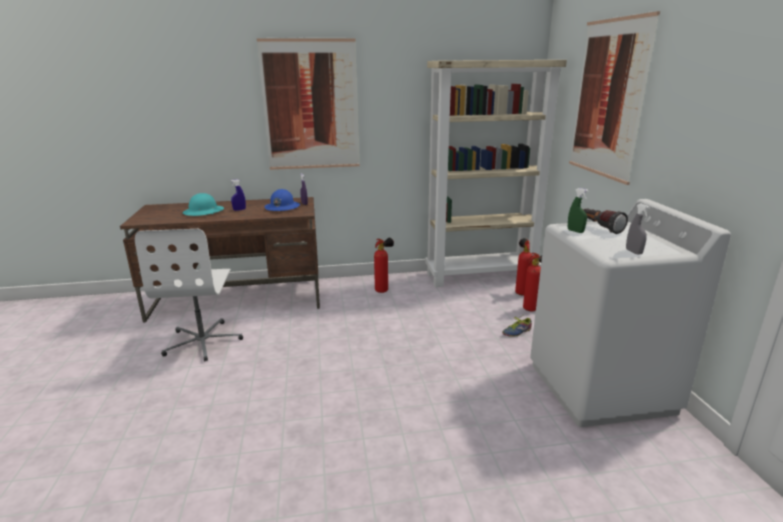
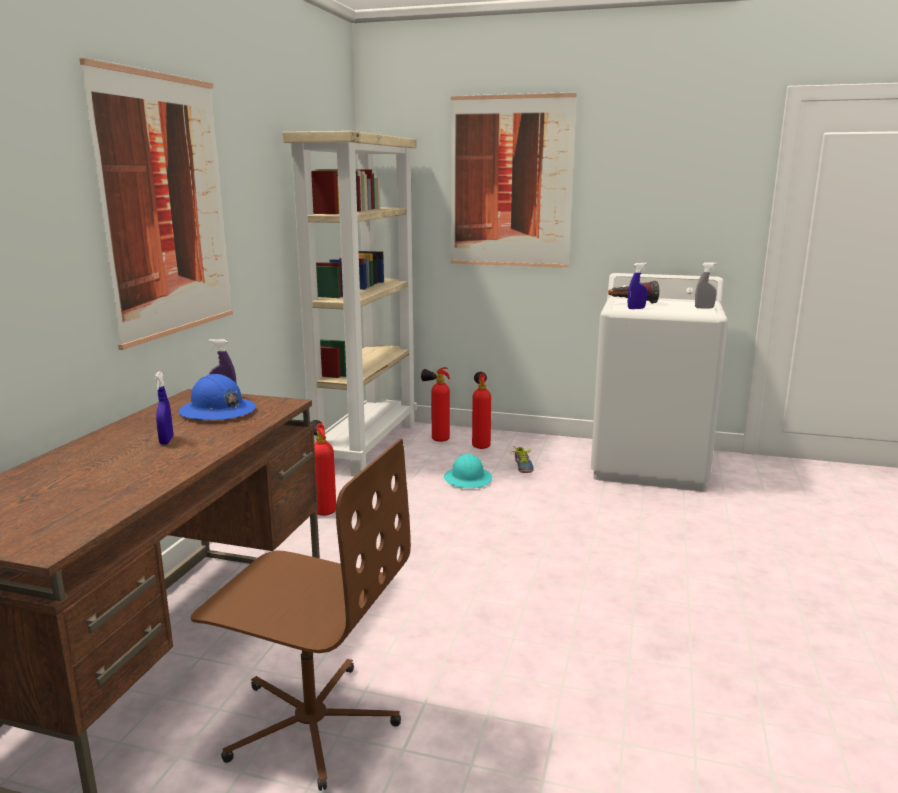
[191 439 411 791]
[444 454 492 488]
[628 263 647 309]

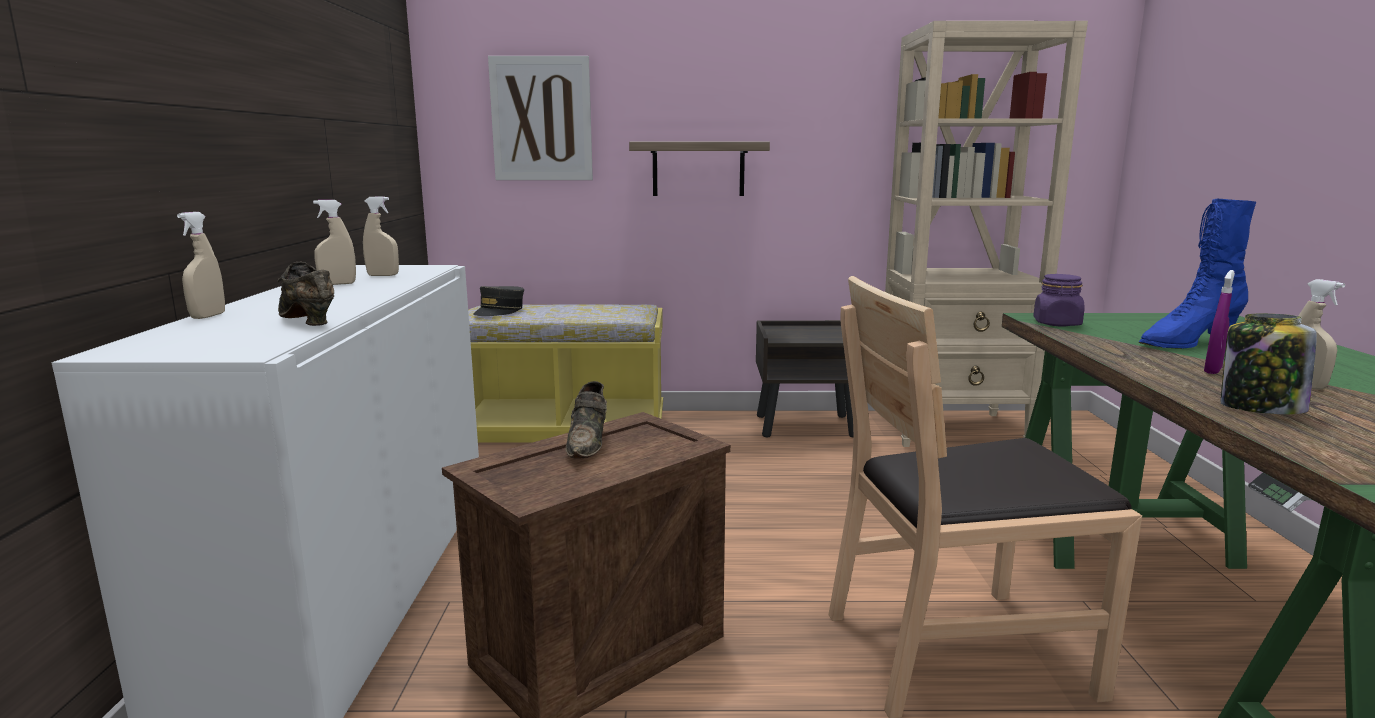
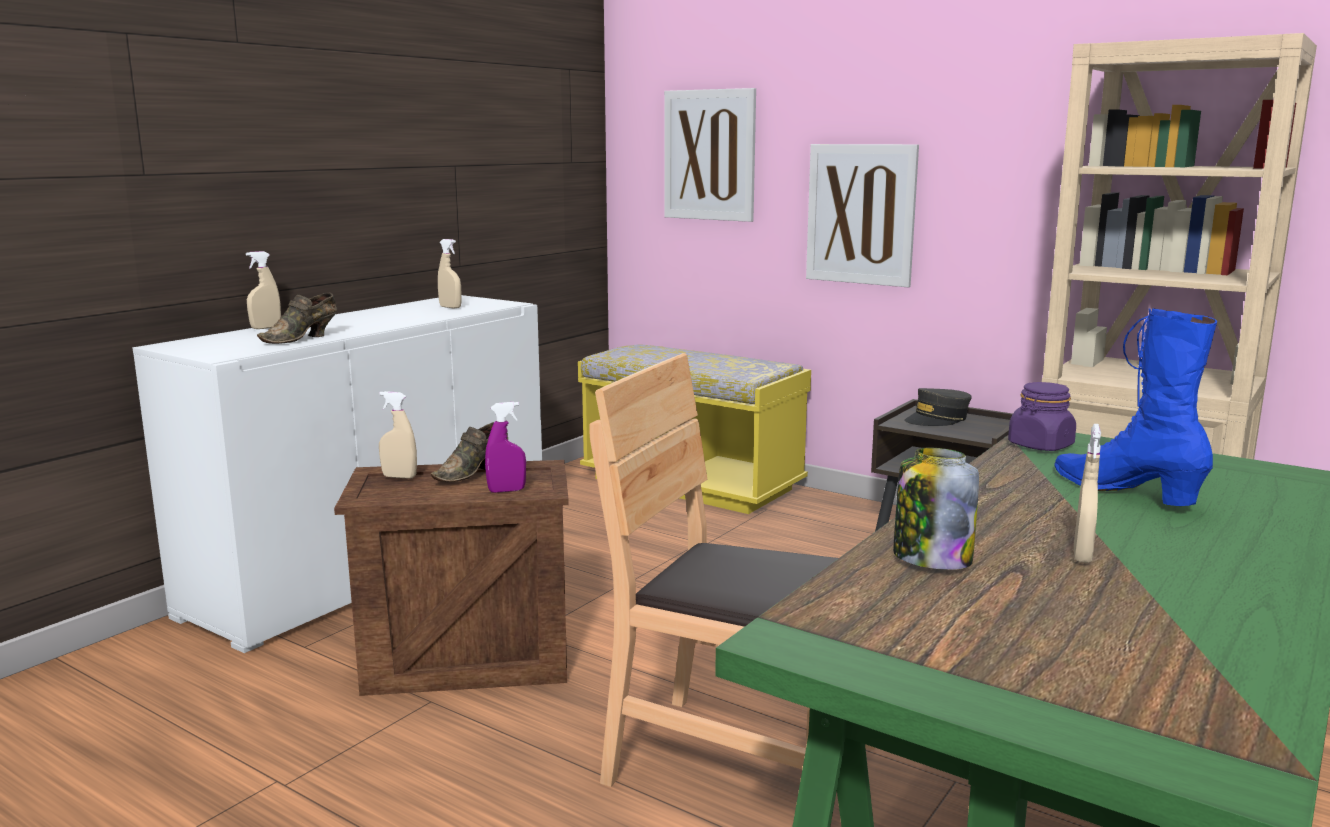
[257 292 337 344]
[379 391 417 479]
[904 388 972 426]
[806 144 919 287]
[1054 308 1217 506]
[485 402 526 493]

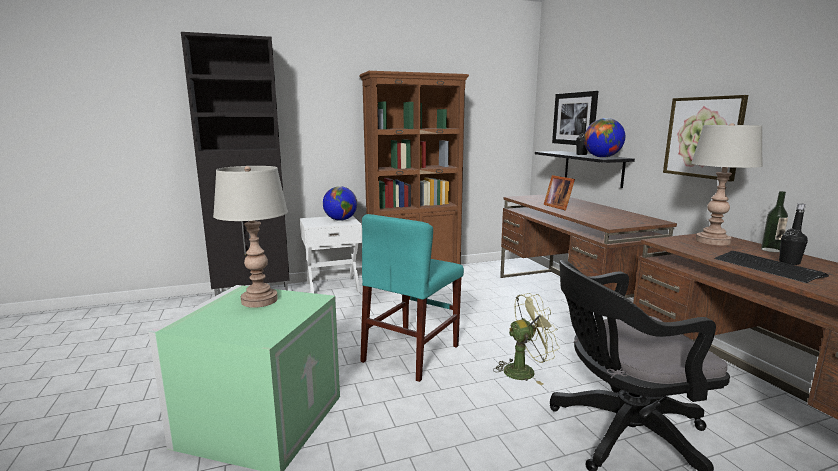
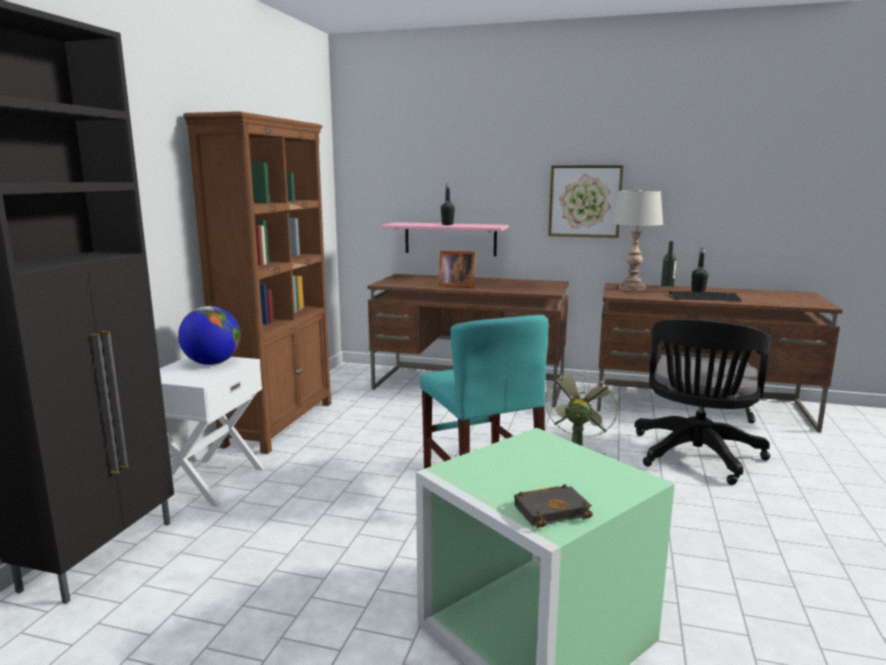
[213 166 288 308] (first image)
[382 222 509 256]
[552 91 598 145] (first image)
[584 118 625 158] (first image)
[514 484 593 528]

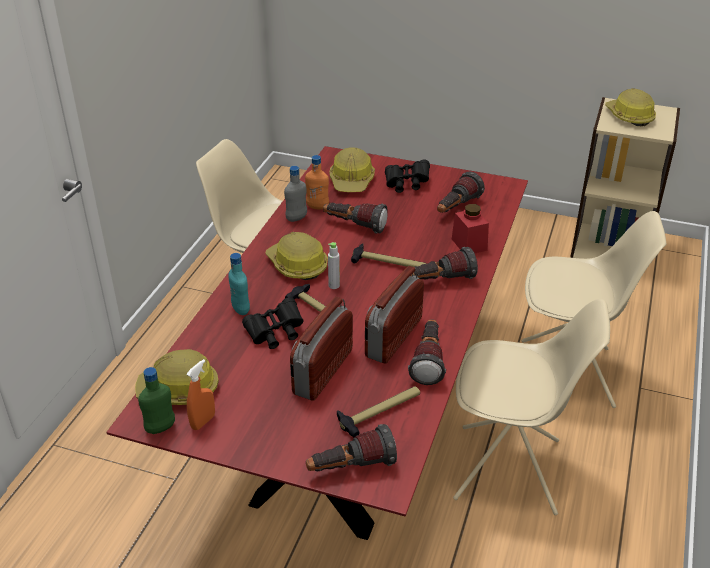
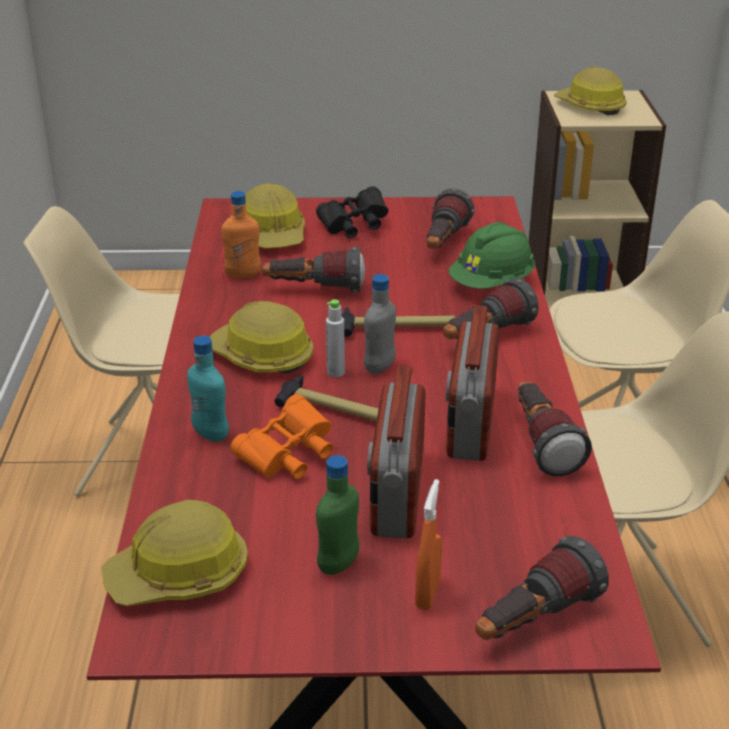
[316 455 359 575]
[415 479 442 610]
[230 394 333 479]
[364 274 396 374]
[337 386 420 438] (first image)
[449 222 535 289]

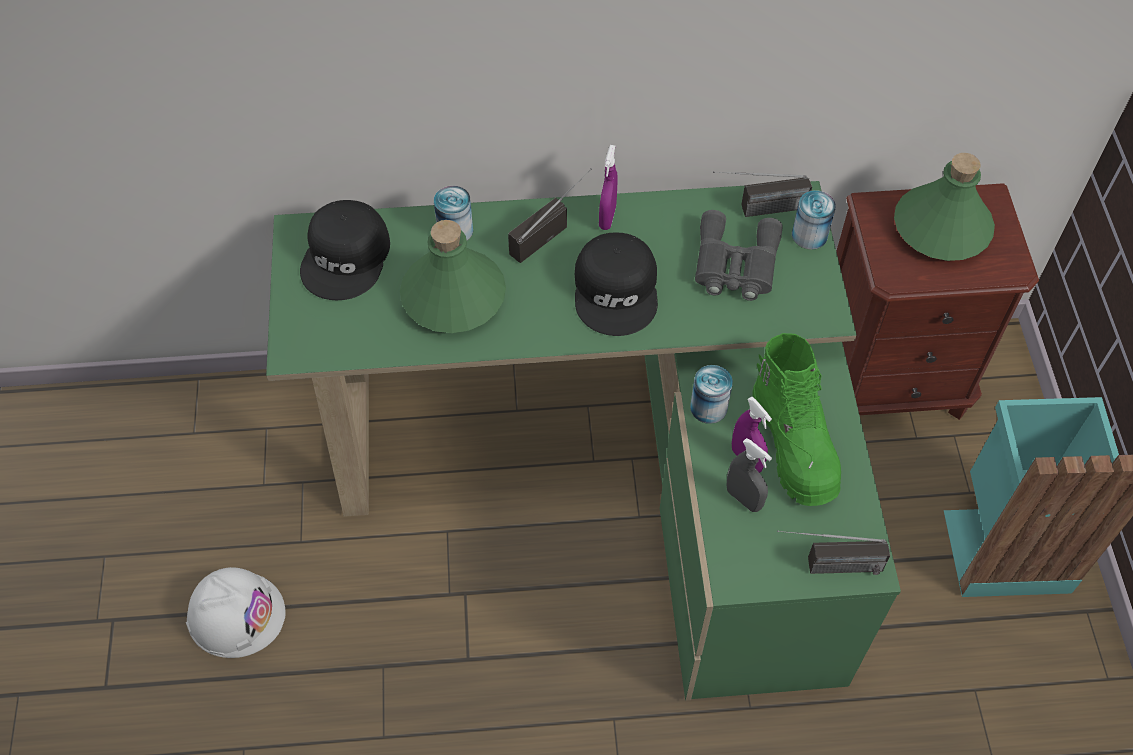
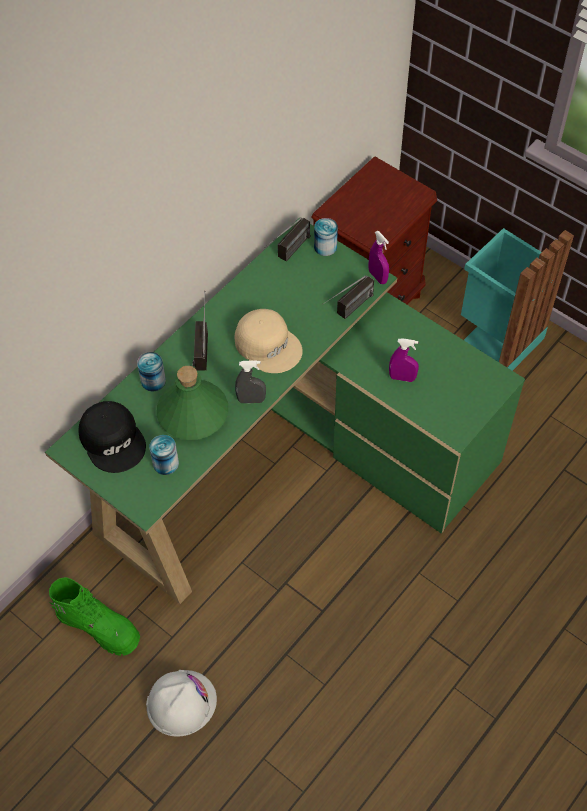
[235 309 303 373]
[369 231 389 284]
[149 435 179 475]
[695 210 783 301] (first image)
[235 360 266 403]
[49 577 140 656]
[323 275 374 319]
[894 153 995 261] (first image)

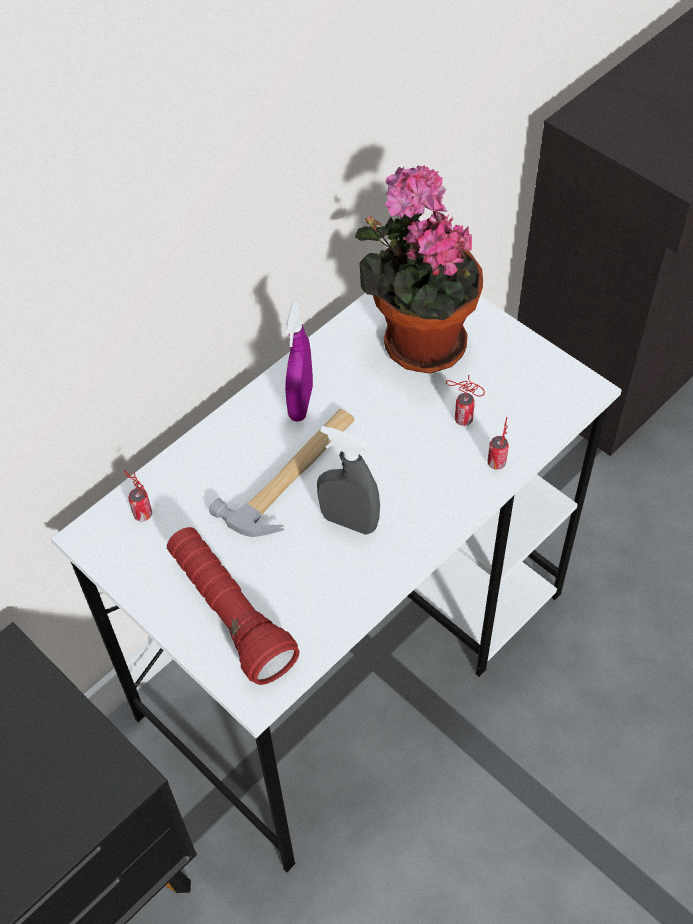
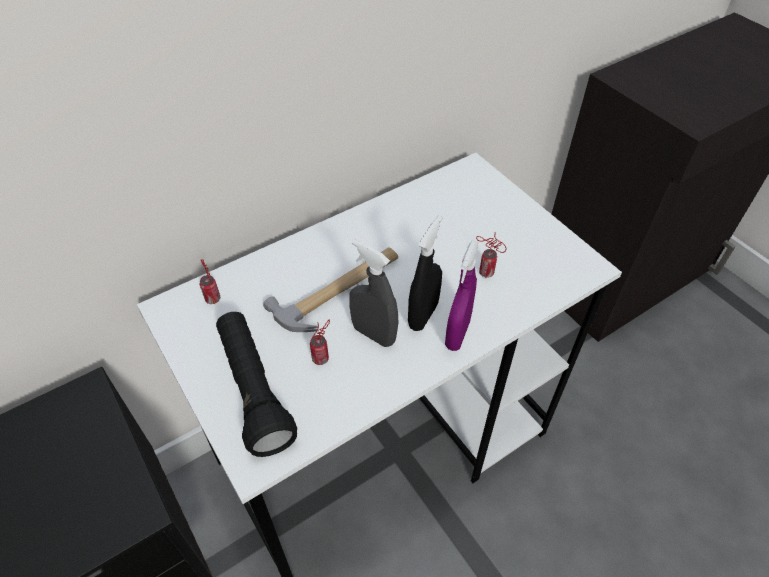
[216 312 297 457]
[445 240 479 351]
[355 165 483 374] (first image)
[310 319 330 365]
[408 216 442 331]

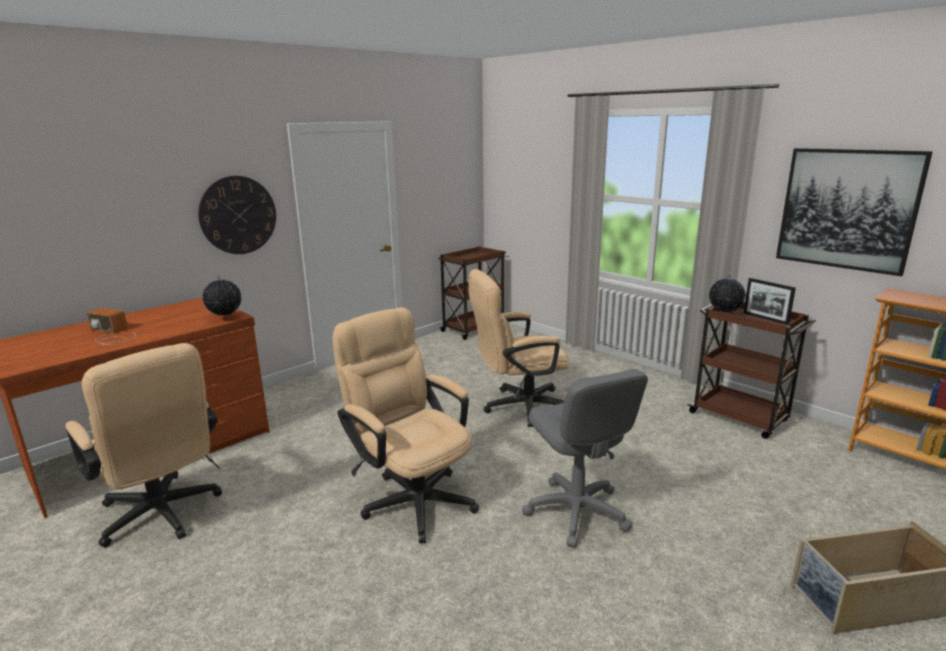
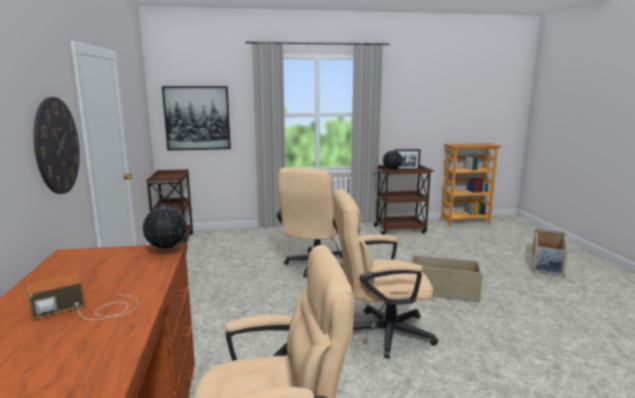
[411 253 483 302]
[162 86 231 150]

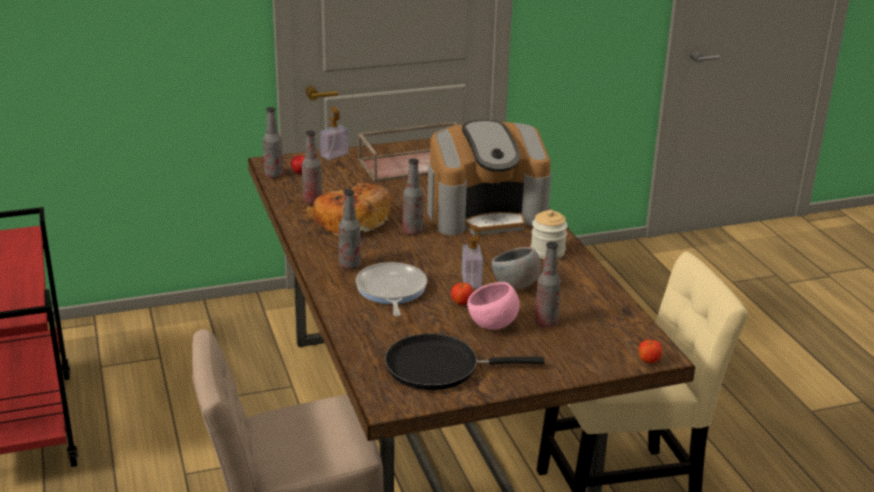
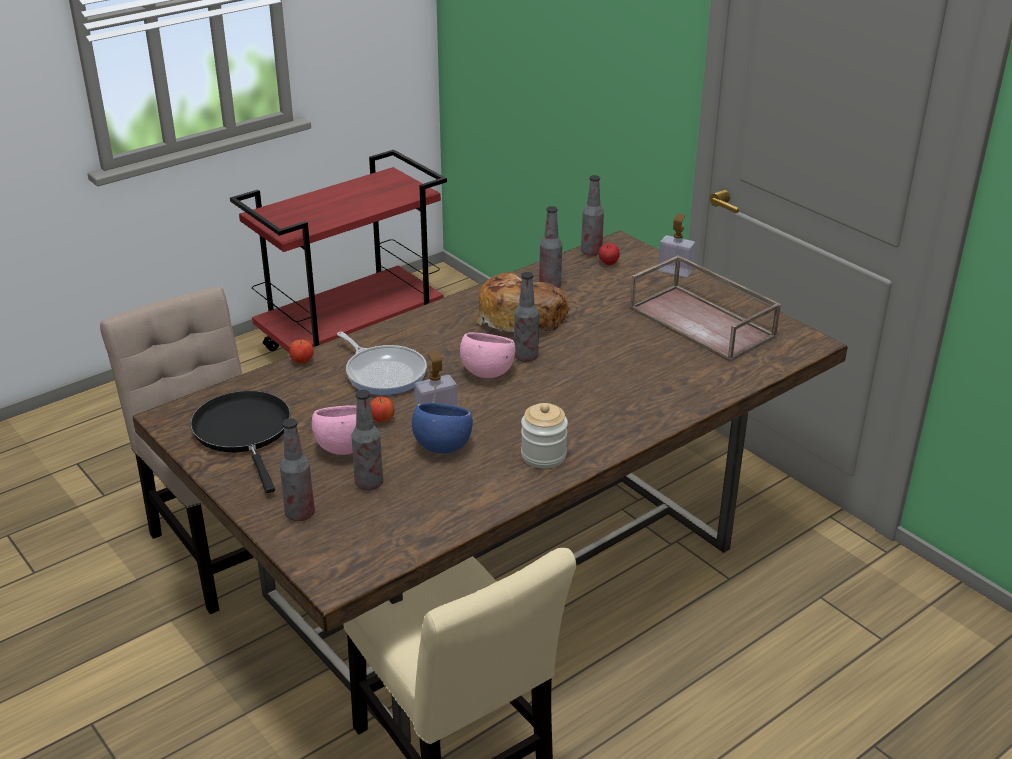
[280 418 315 521]
[337 332 427 395]
[427 120 551 236] (first image)
[412 403 473 453]
[290 339 314 364]
[460 332 516 378]

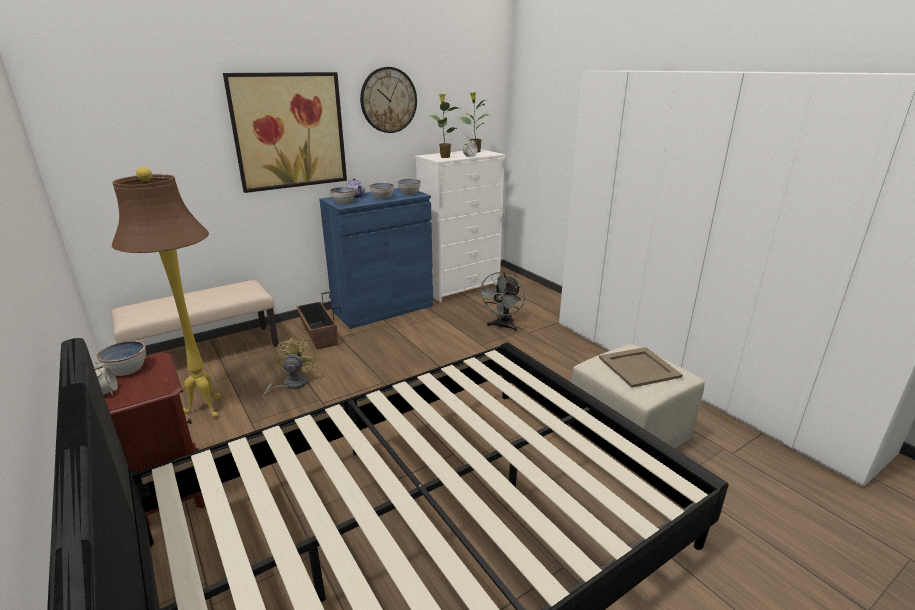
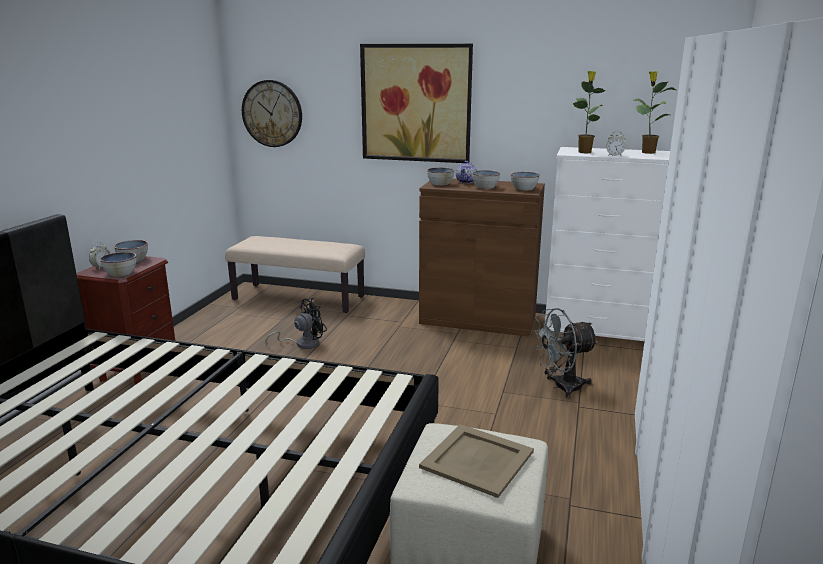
[112 167 221 418] (first image)
[265 298 327 349]
[296 292 342 350] (first image)
[419 179 545 337]
[242 80 302 147]
[100 252 136 277]

